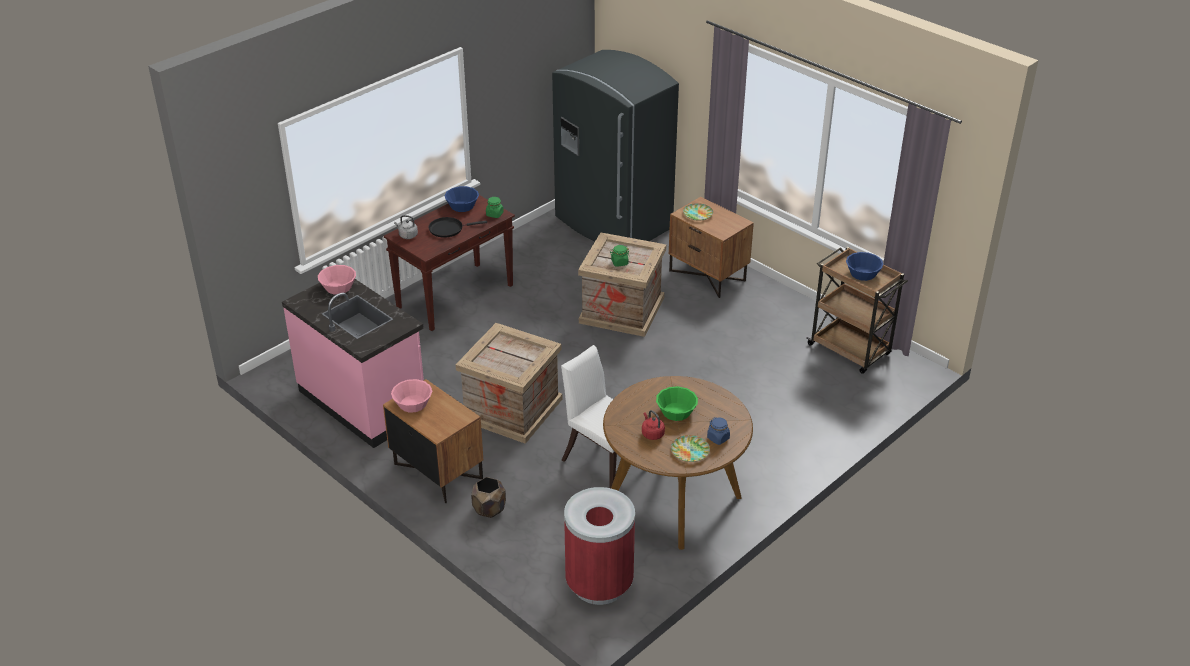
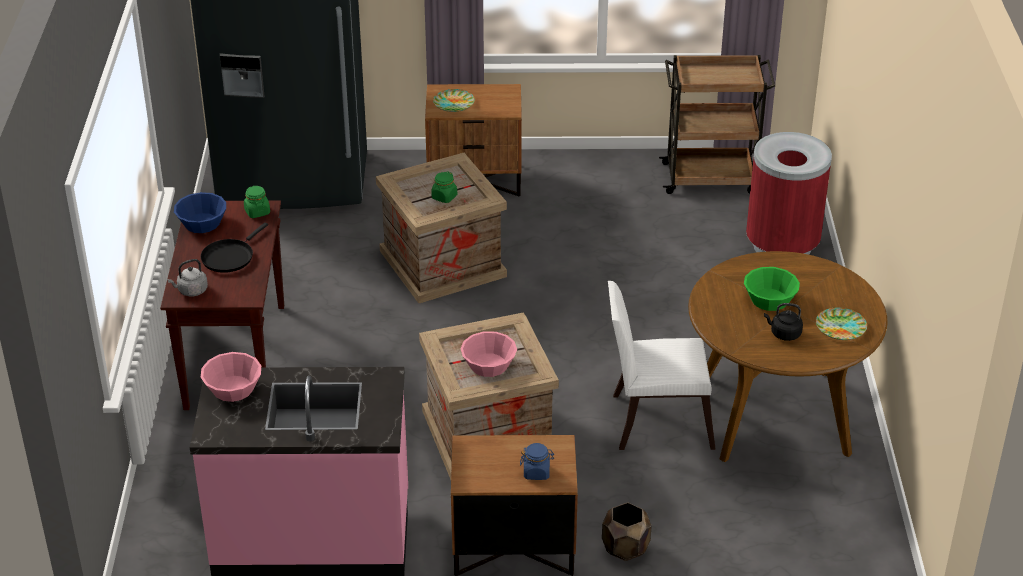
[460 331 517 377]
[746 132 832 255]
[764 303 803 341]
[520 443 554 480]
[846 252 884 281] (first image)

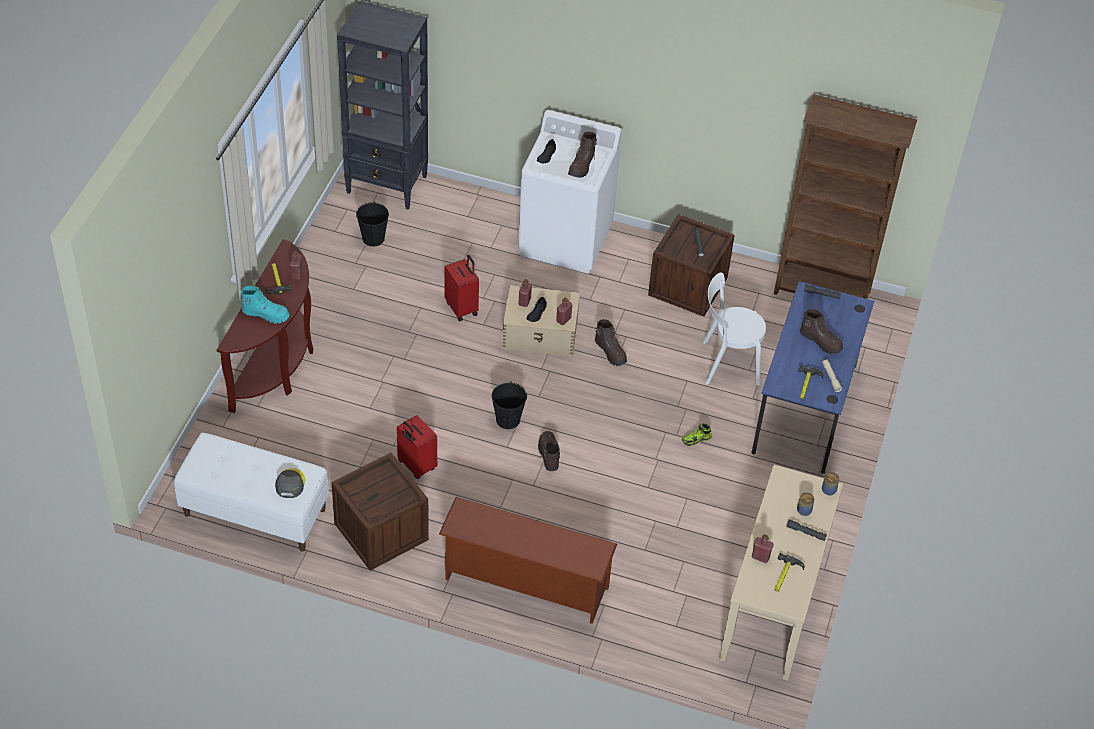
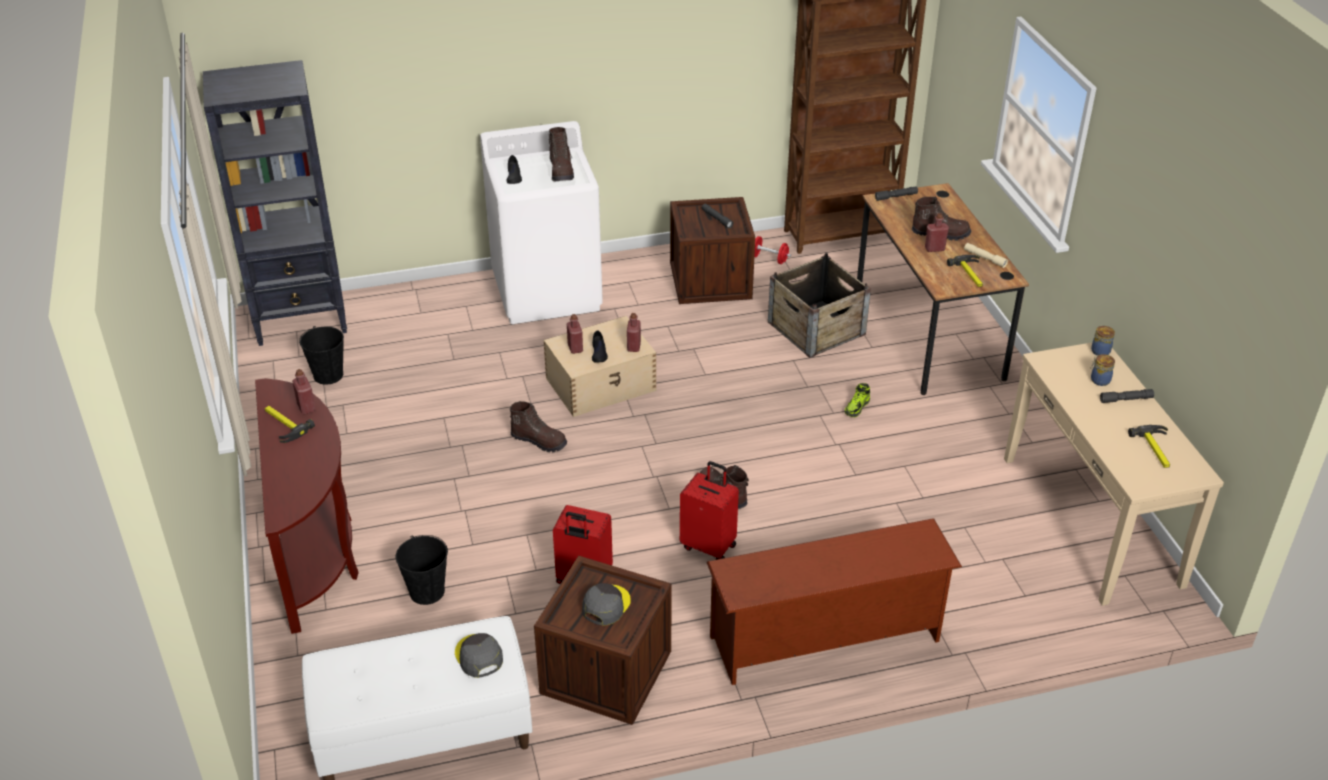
[241 286 289 323] (first image)
[680 461 739 560]
[396 535 448 605]
[510 401 567 452]
[768 253 871 358]
[857 183 1029 395]
[925 213 949 252]
[582 583 631 625]
[754 236 791 264]

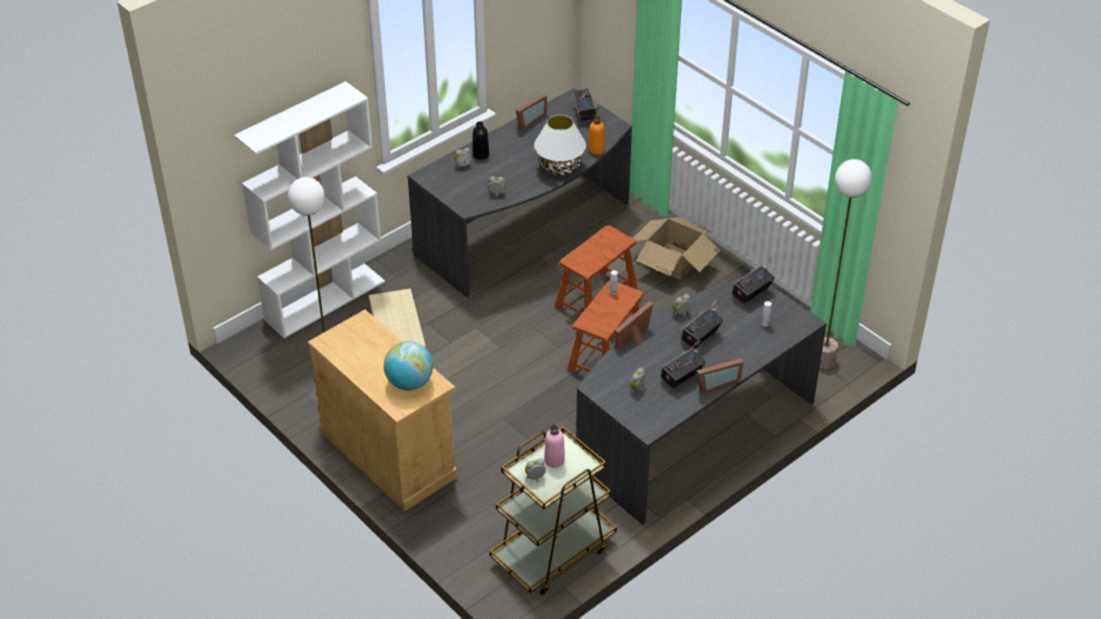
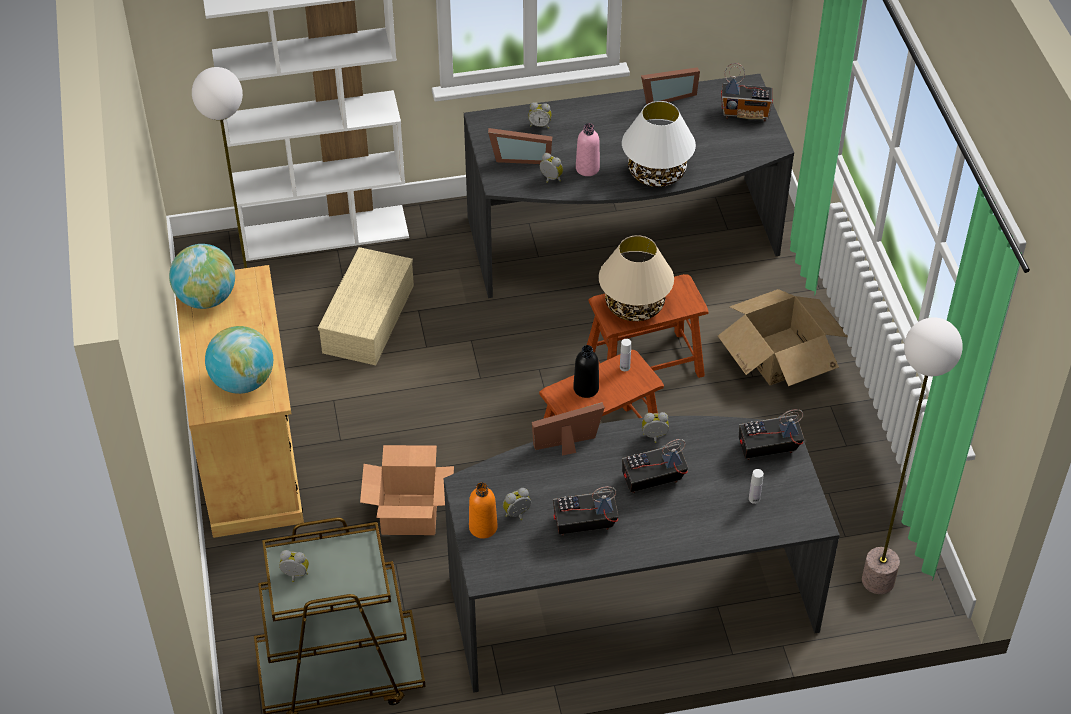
[573 345 599 398]
[576 123 600 176]
[721 63 773 122]
[469 482 497 539]
[488 128 552 164]
[169 244 235 309]
[360 445 454 535]
[599 235 674 321]

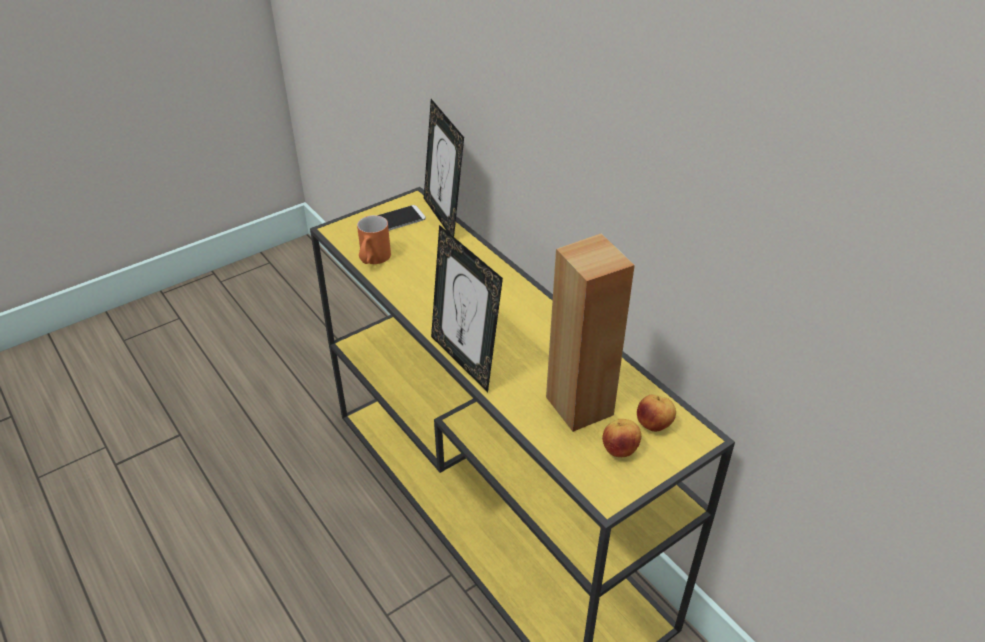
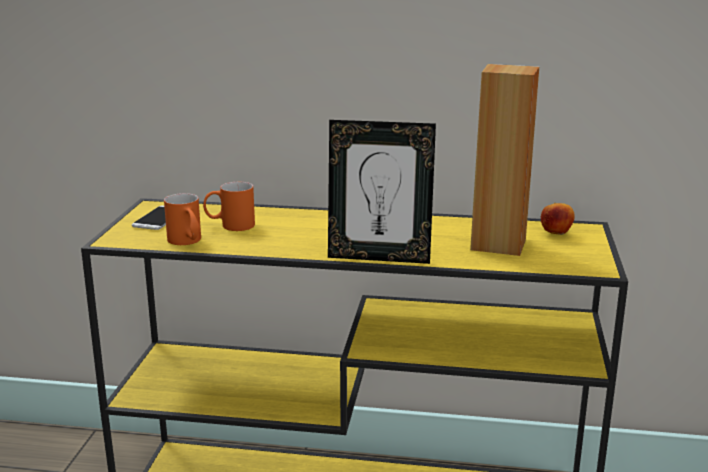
[424 99 464 237] (first image)
[602 419 641 457] (first image)
[203 182 255 231]

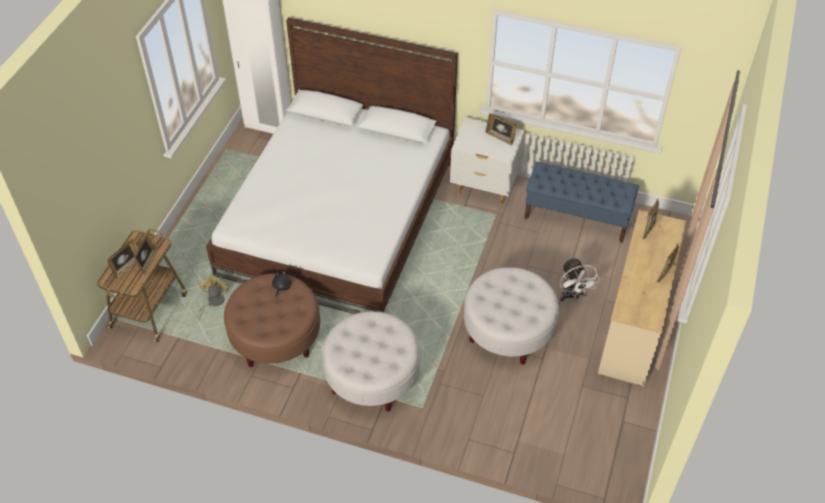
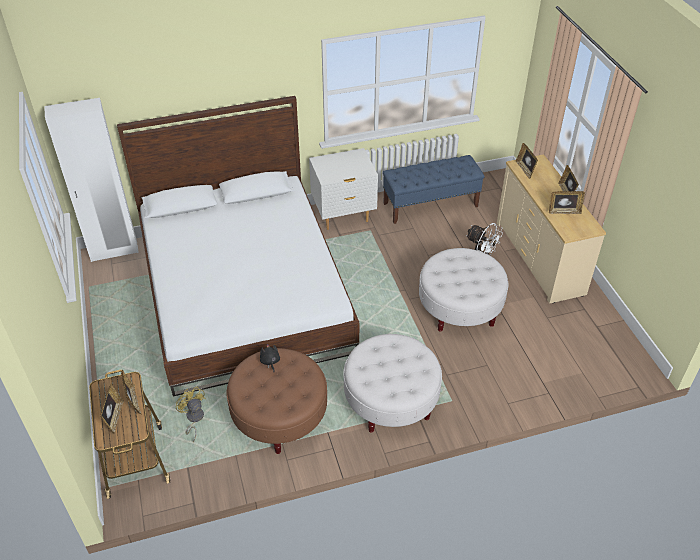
[549 191 585 214]

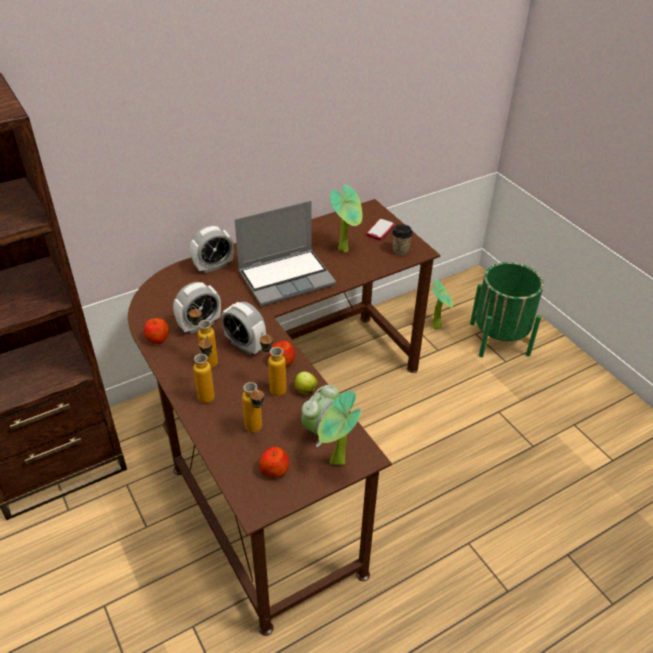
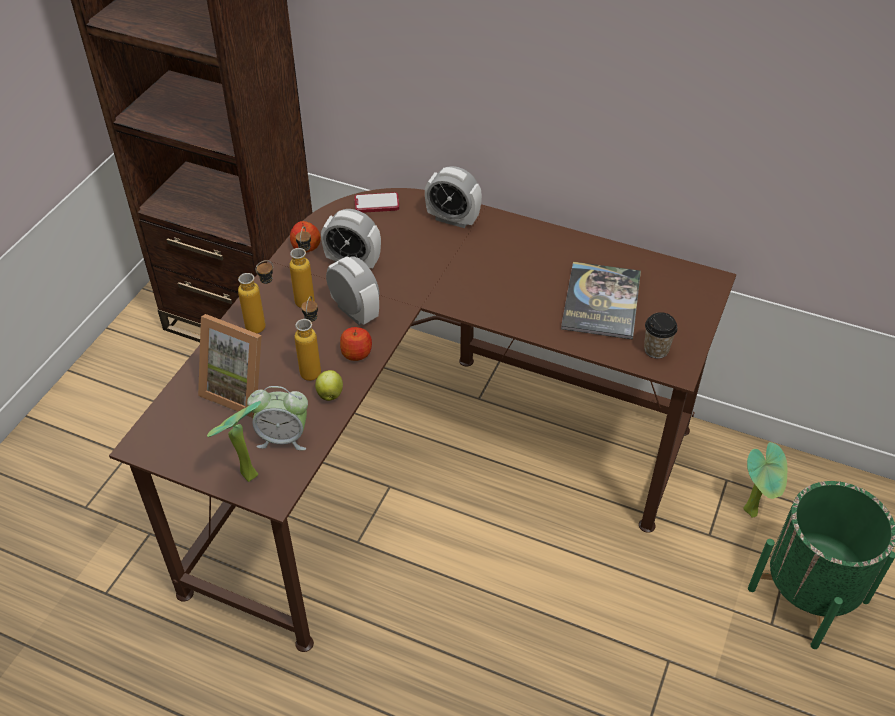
[326 256 379 325]
[235 200 336 306] (first image)
[198 314 262 418]
[259 447 289 478] (first image)
[561 262 641 340]
[354 192 399 213]

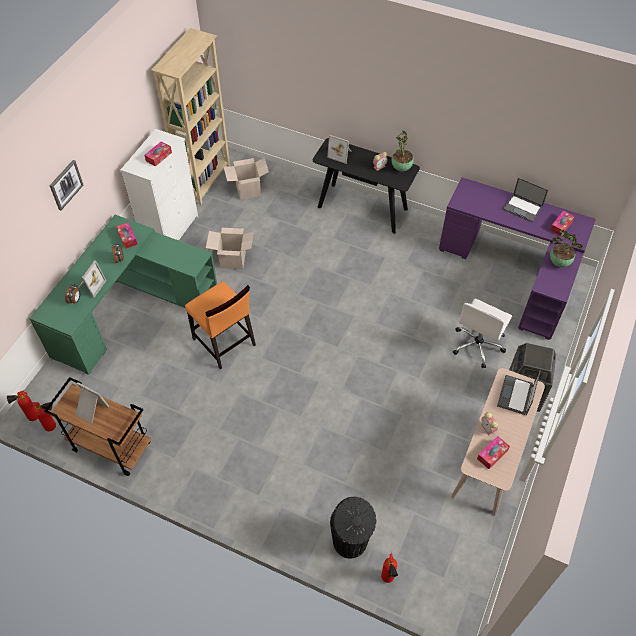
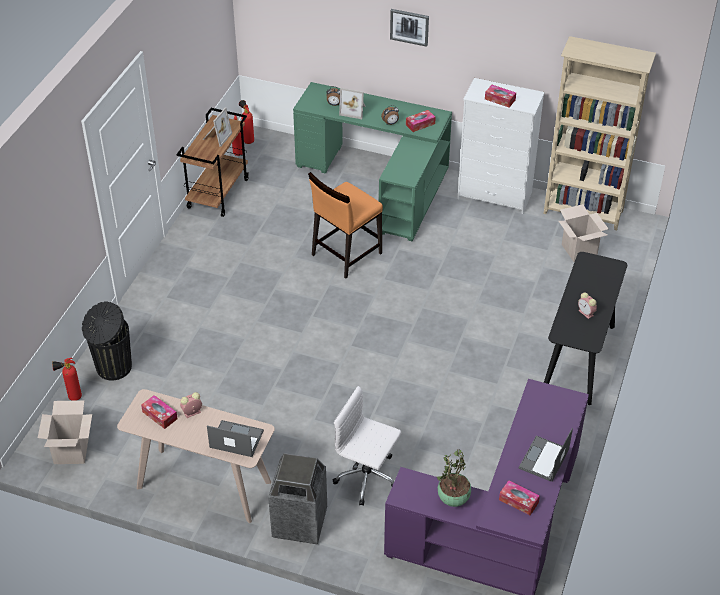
[38 400 92 464]
[327 135 351 164] (first image)
[391 131 414 172] (first image)

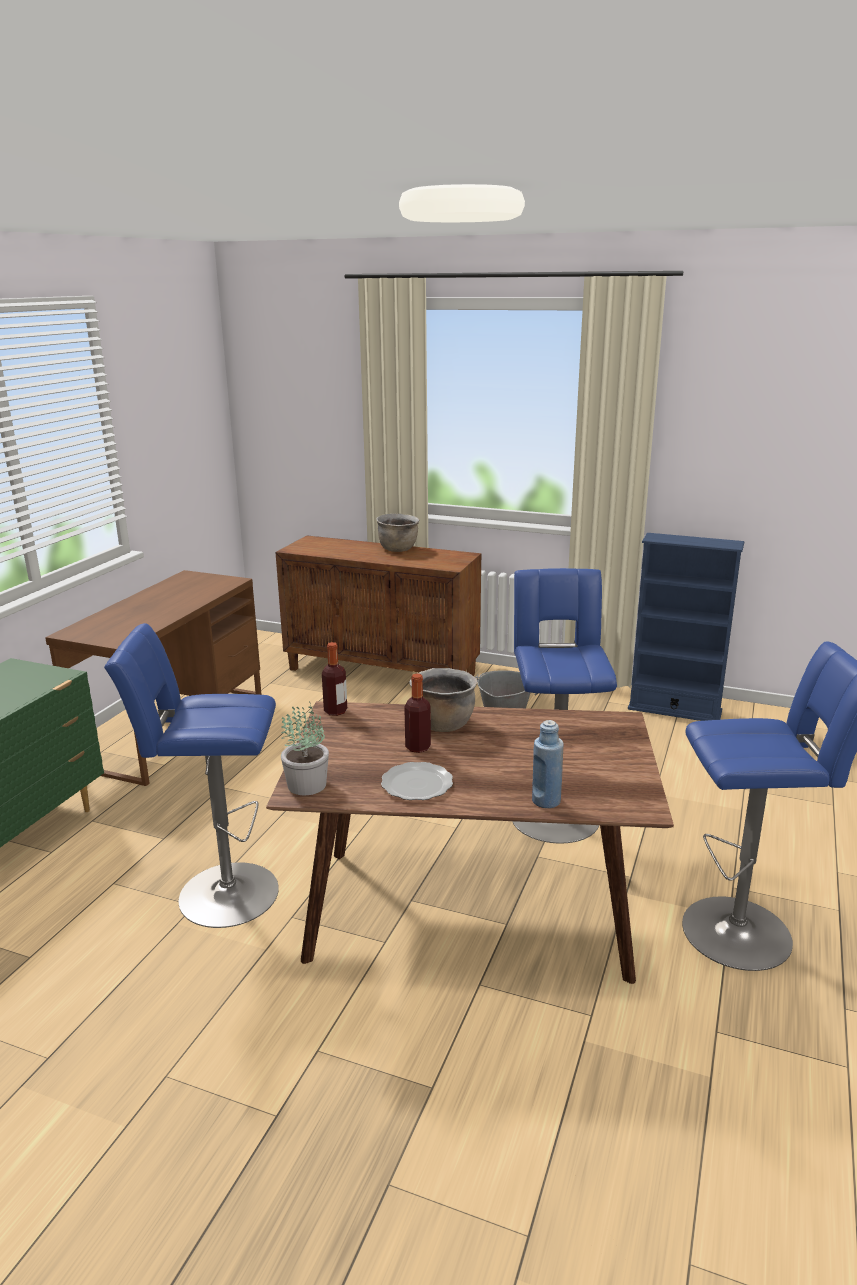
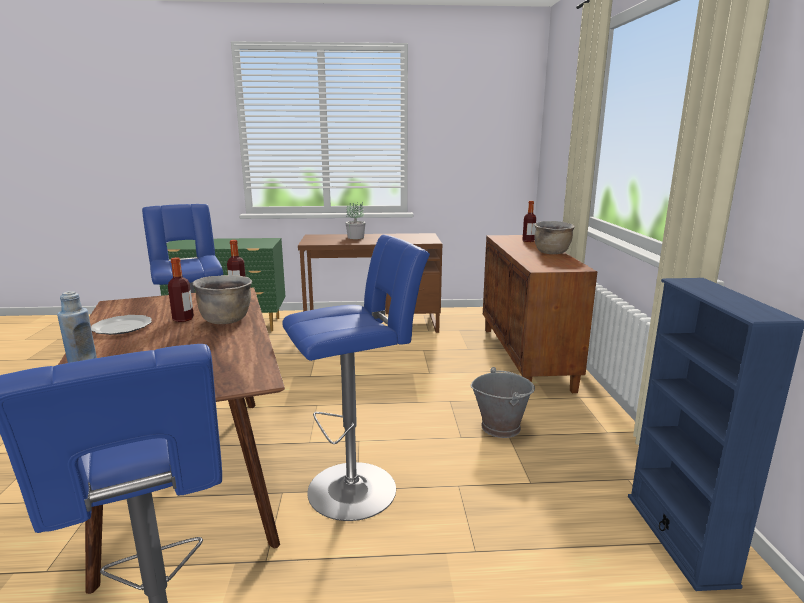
[346 202 365 239]
[522 201 536 242]

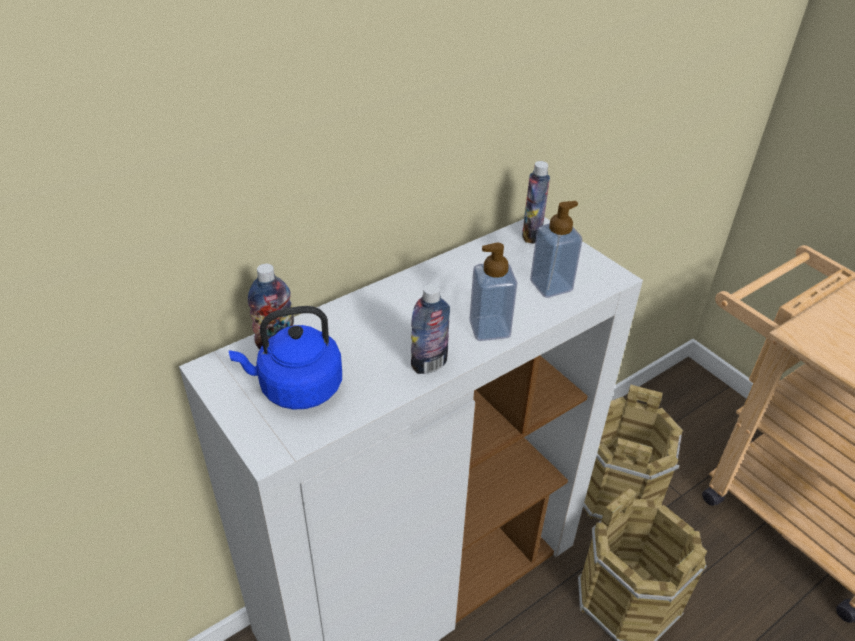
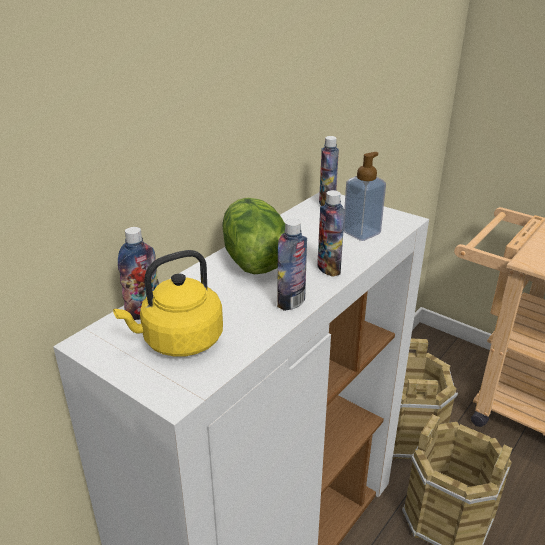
[113 250 223 357]
[317 190 345 277]
[222 198 285 274]

